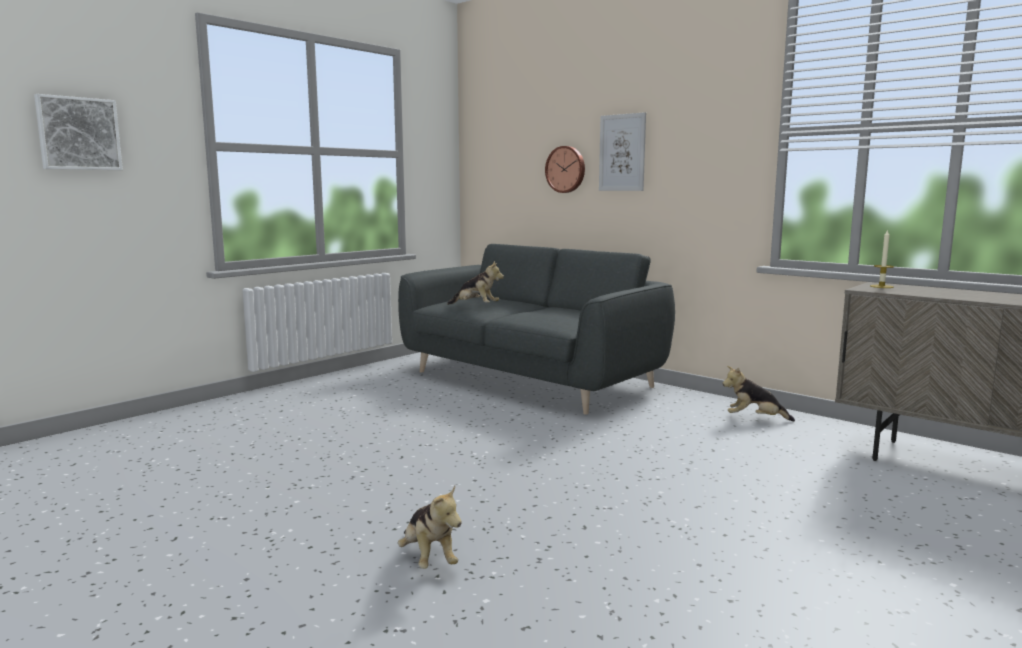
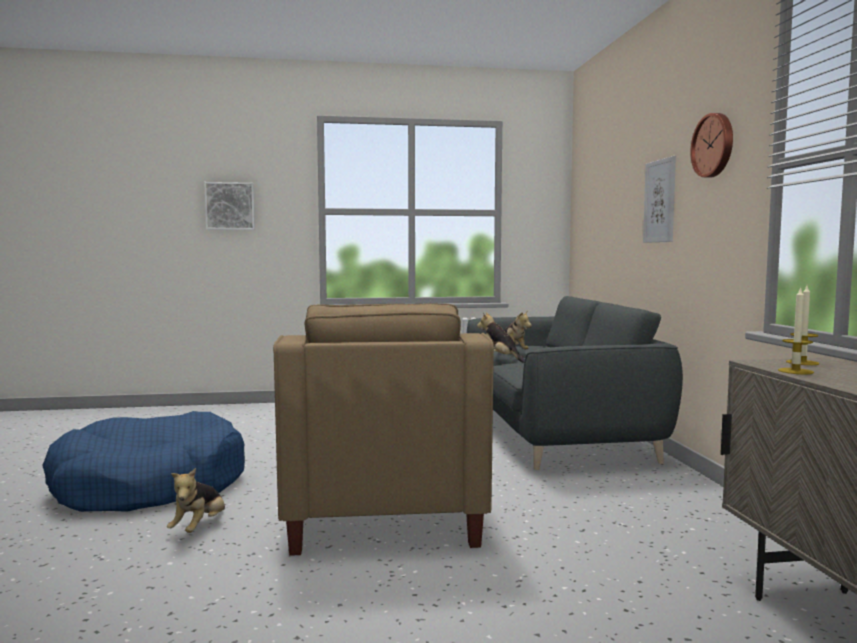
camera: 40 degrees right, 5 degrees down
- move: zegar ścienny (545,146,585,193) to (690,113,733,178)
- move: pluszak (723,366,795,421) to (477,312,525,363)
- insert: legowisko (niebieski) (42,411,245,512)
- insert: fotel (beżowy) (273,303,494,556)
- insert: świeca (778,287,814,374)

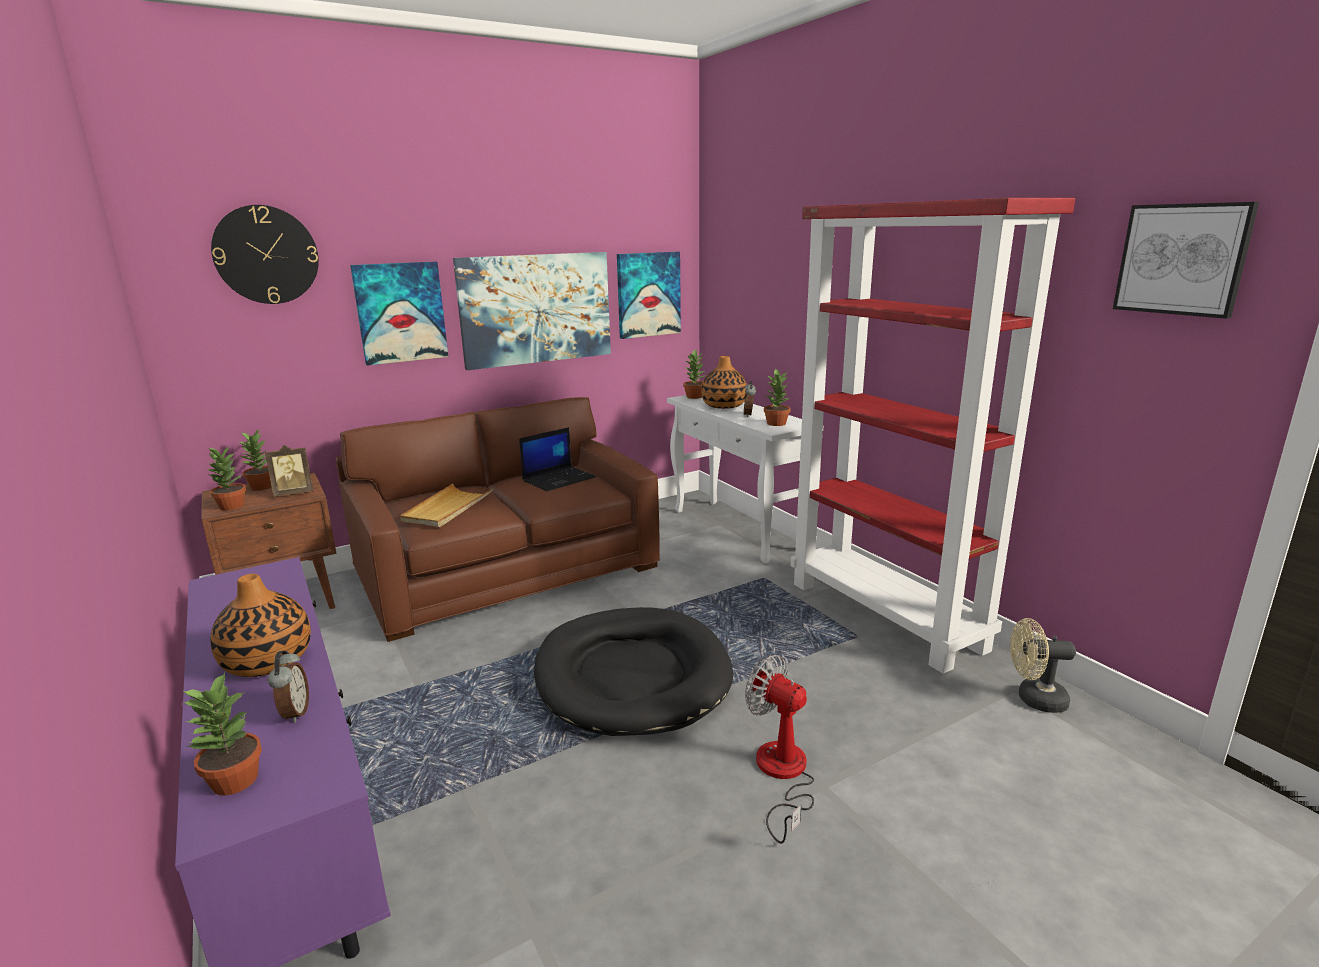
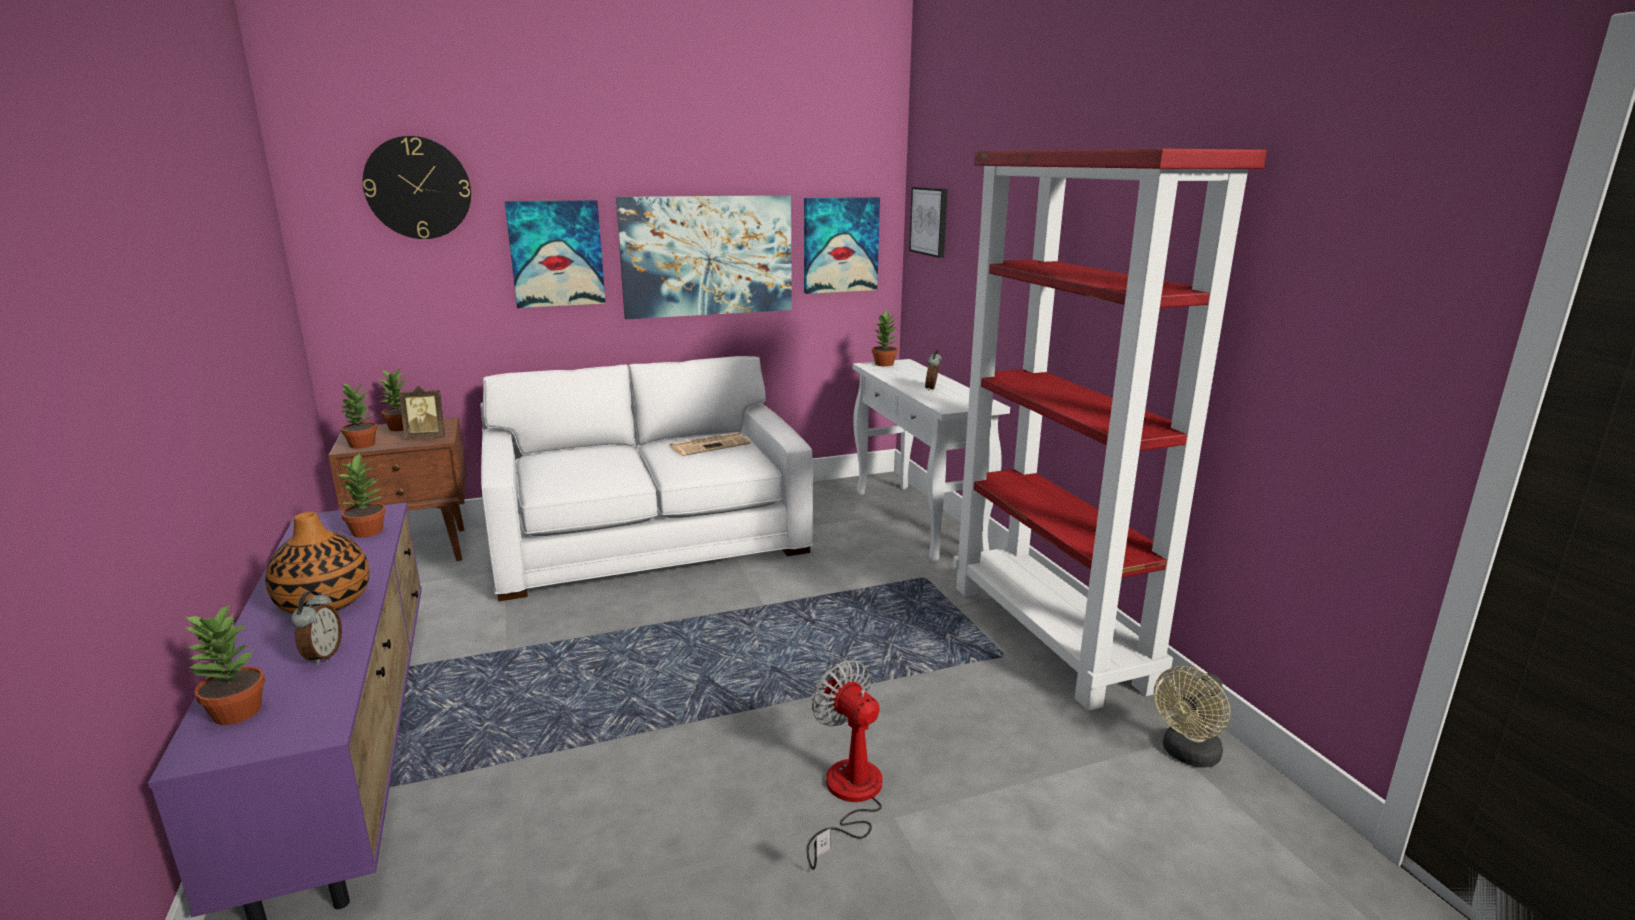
camera: 10 degrees right, 0 degrees up
- recolor: kanapa (brązowy) (336,397,660,642) to kanapa (biały) (480,356,813,601)
- delete: taca (beżowy) (400,484,493,527)
- replace: laptop (519,427,596,491) to gazeta (669,432,751,456)
- delete: legowisko (czarny) (534,607,733,736)
- delete: wazon (701,356,747,409)
- move: roślina doniczkowa (764,369,791,426) to (337,453,386,538)
- rotate: wentylator (beżowy) (1010,618,1076,713) = (1154,666,1230,768) 60 degrees counterclockwise
- move: obraz (1113,202,1259,319) to (909,187,948,258)

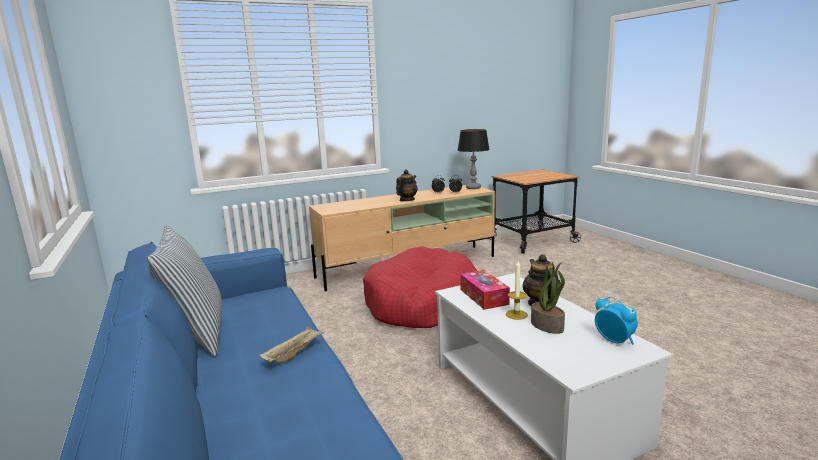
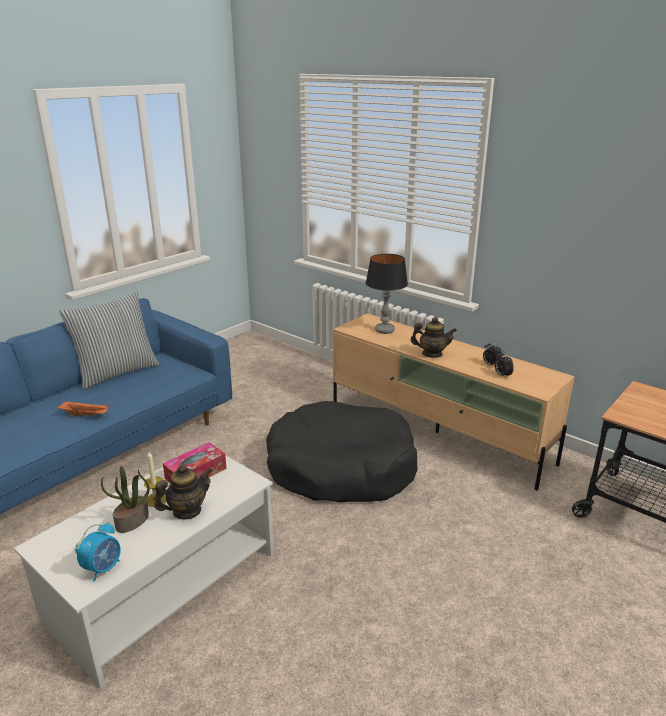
camera: 65 degrees right, 10 degrees up
- recolor: taca (beżowy) (260,327,325,363) to taca (pomarańczowy) (58,401,109,417)
- recolor: legowisko (czerwony) (363,246,477,328) to legowisko (czarny) (266,401,418,502)
- move: lampa stołowa (458,129,490,189) to (366,254,408,334)

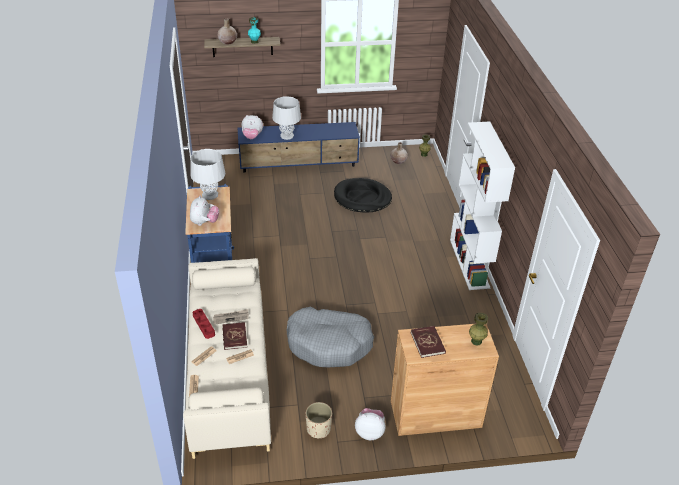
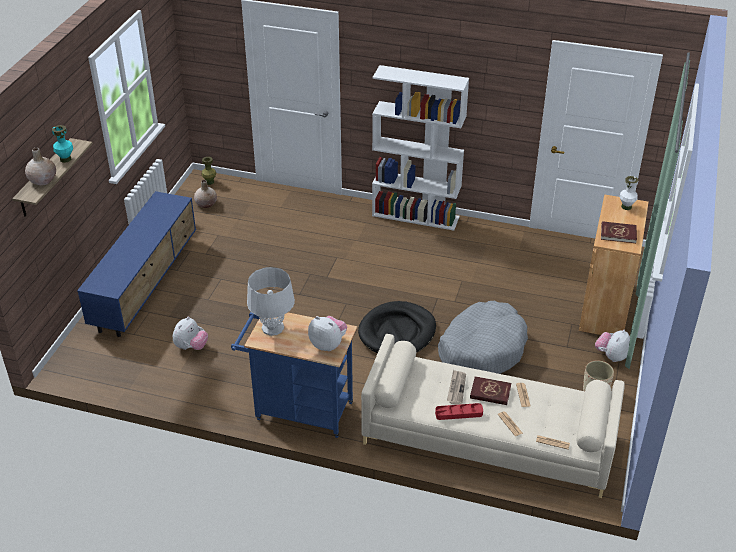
camera: 65 degrees left, 0 degrees up
- move: pluszak (242,115,263,139) to (173,317,208,350)
- delete: lampa stołowa (szary) (272,96,301,140)
- move: legowisko (czarny) (334,178,392,213) to (358,301,436,353)
- recolor: wazon (zielony) (469,312,488,346) to wazon (biały) (620,176,638,210)

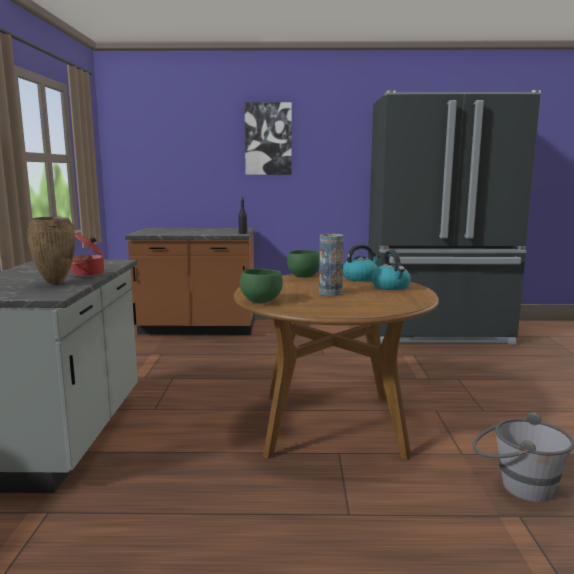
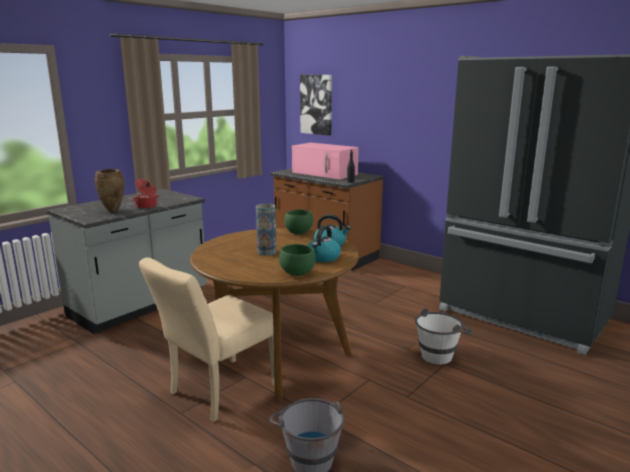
camera: 40 degrees right, 5 degrees up
- move: miska (zielony) (240,269,283,303) to (279,244,316,276)
- move: obraz (244,102,292,175) to (300,75,332,135)
- insert: krzesło (beżowy) (139,257,275,422)
- insert: mikrofalówka (różowy) (292,143,359,179)
- insert: wiadro (biały) (415,308,473,365)

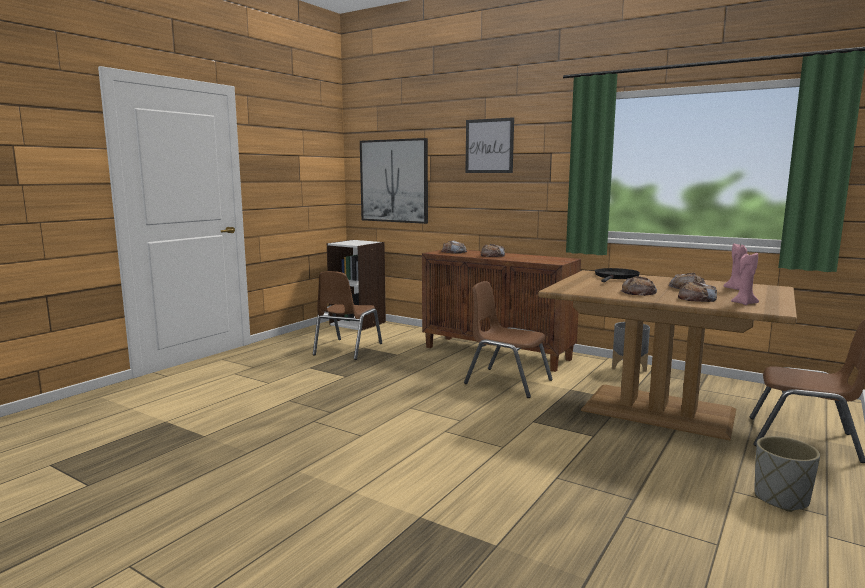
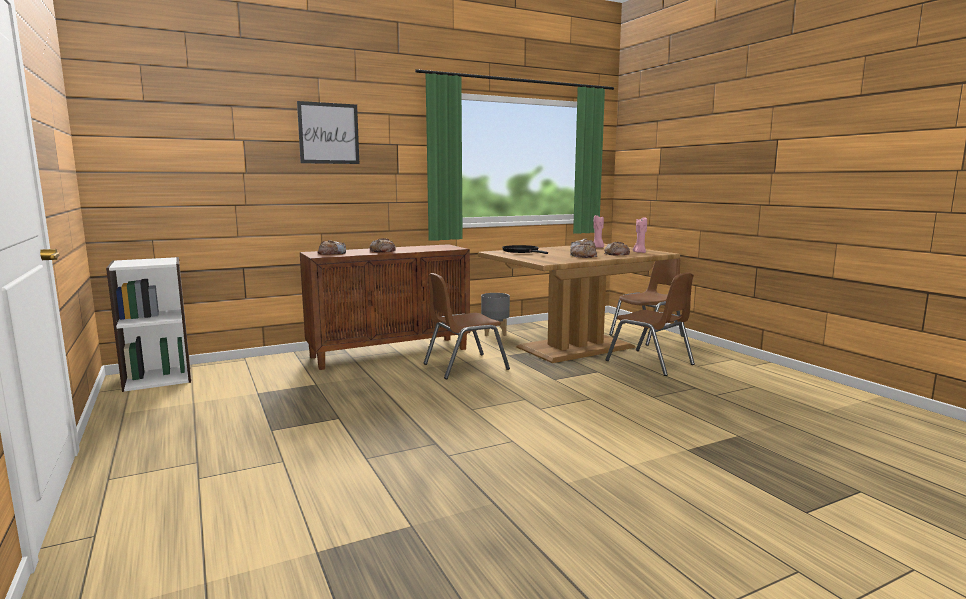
camera: 60 degrees left, 0 degrees up
- move: krzesło (brązowy) (313,271,382,360) to (605,272,695,376)
- delete: obraz (360,138,428,224)
- delete: donica (szary) (754,436,820,512)

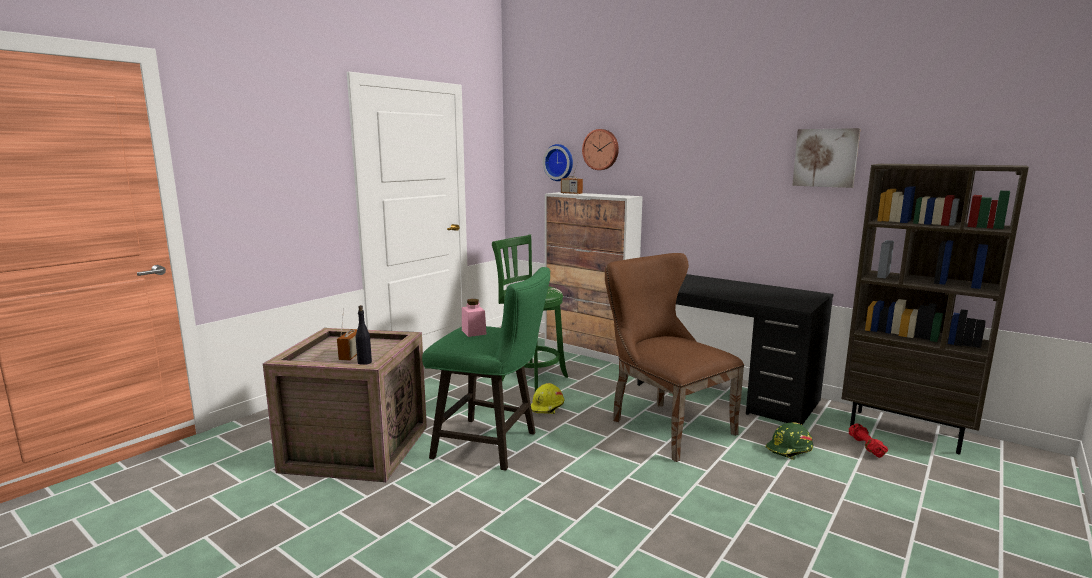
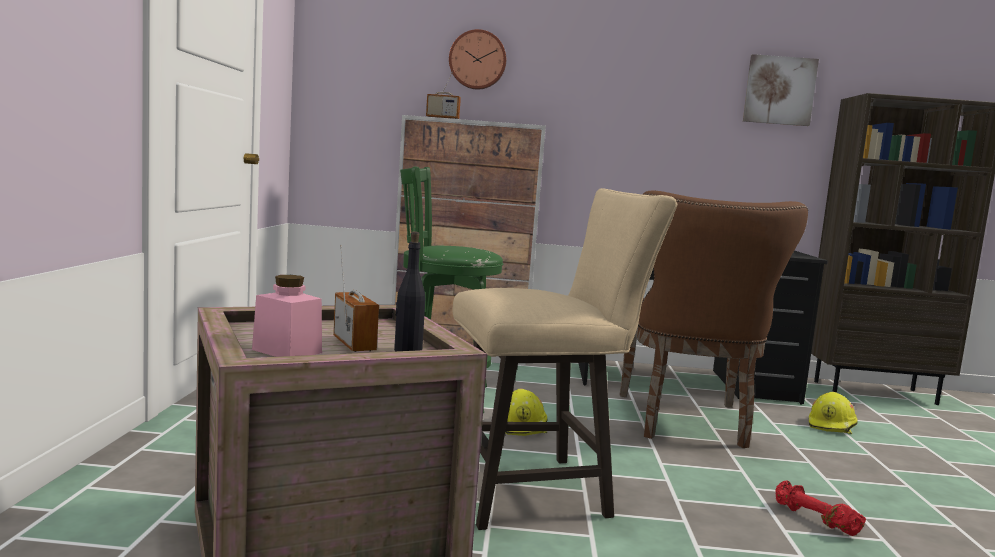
camera: 35 degrees left, 5 degrees down
- recolor: stołek (zielony) (422,267,550,470) to stołek (beżowy) (453,188,677,530)
- move: słoik (różowy) (462,299,487,337) to (252,275,322,357)
- delete: zegar ścienny (543,144,573,181)
- rotate: krzesło (brązowy) (605,253,744,462) = (619,191,808,448) 105 degrees counterclockwise
- recolor: kask (zielony) (765,422,813,460) to kask (żółty) (809,392,858,434)
- move: hantel (czerwony) (849,424,888,458) to (775,481,866,536)

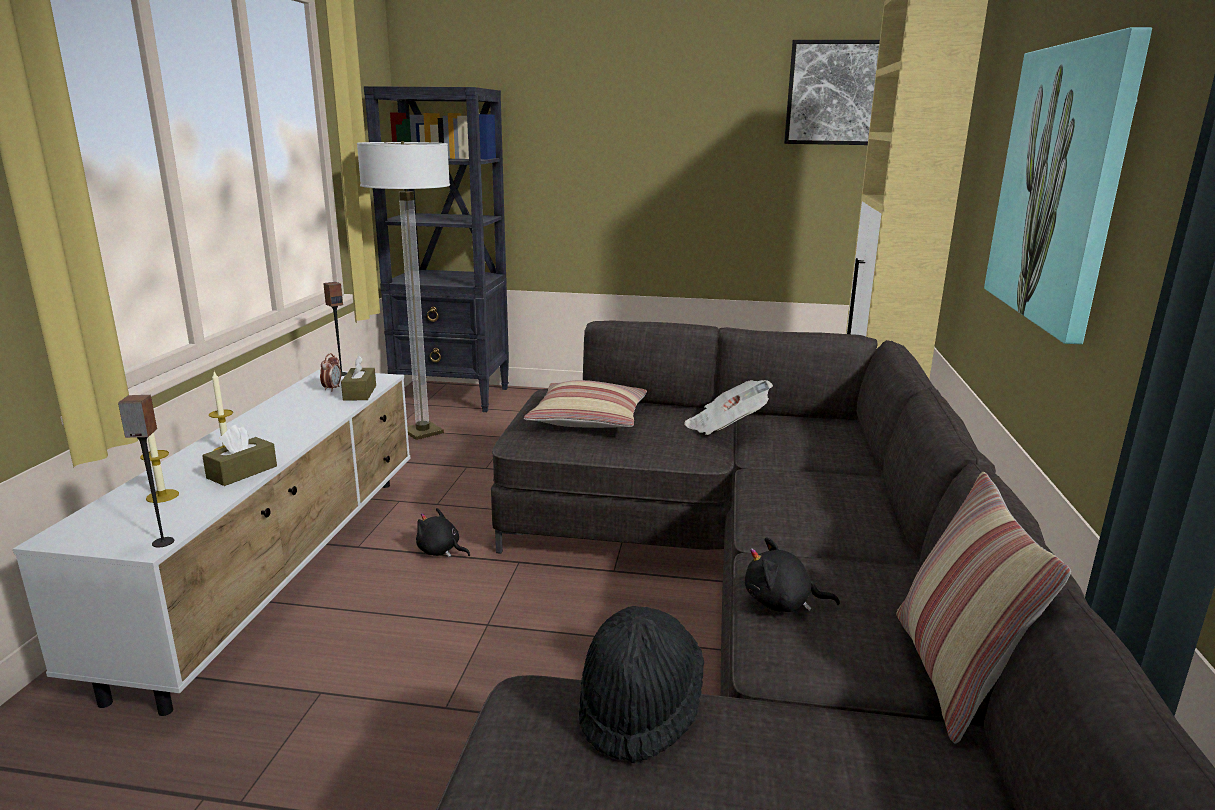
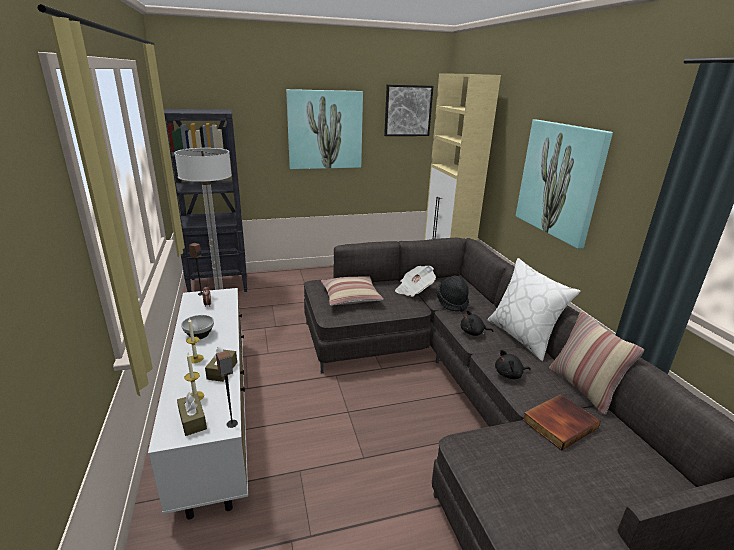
camera: 25 degrees left, 5 degrees up
- move: pudełko chusteczek (brązowy) (341,356,376,401) to (177,392,207,436)
- move: pluszak (czarny) (416,508,470,557) to (461,310,494,336)
- move: kapelusz (czarny) (579,606,704,763) to (436,276,469,312)
- insert: miska (181,315,214,339)
- insert: obraz (286,89,363,169)
- insert: poduszka (biały) (487,258,580,361)
- insert: książka (522,394,600,451)

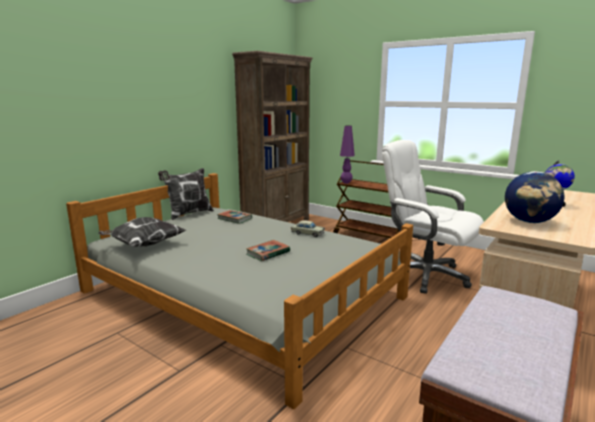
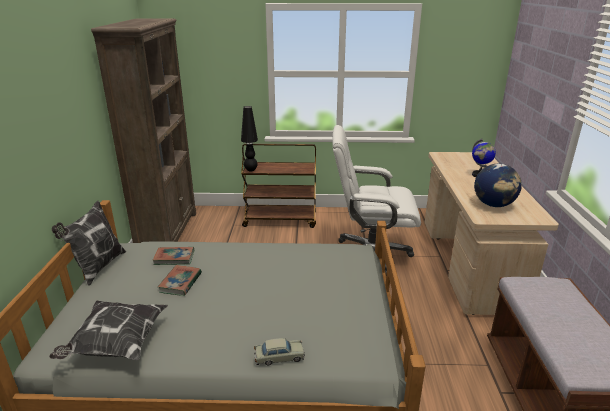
camera: 35 degrees left, 10 degrees up
- move: książka (246,240,290,261) to (158,265,202,296)
- move: samochodzik (beżowy) (291,221,325,237) to (254,338,305,365)
- recolor: lampa stołowa (fioletowy) (340,126,355,184) to lampa stołowa (czarny) (241,106,258,172)

